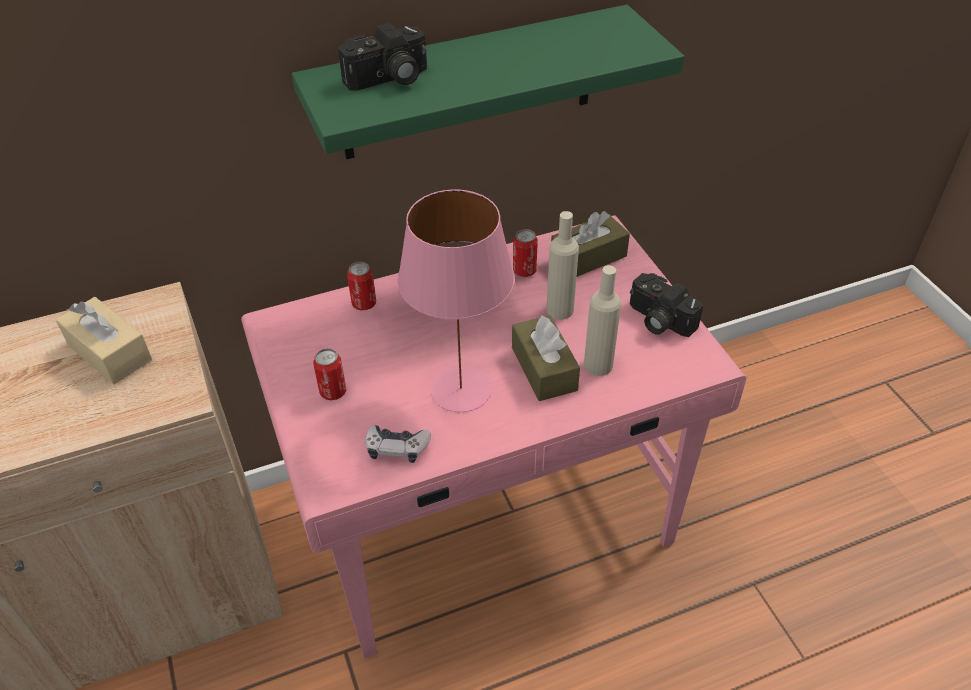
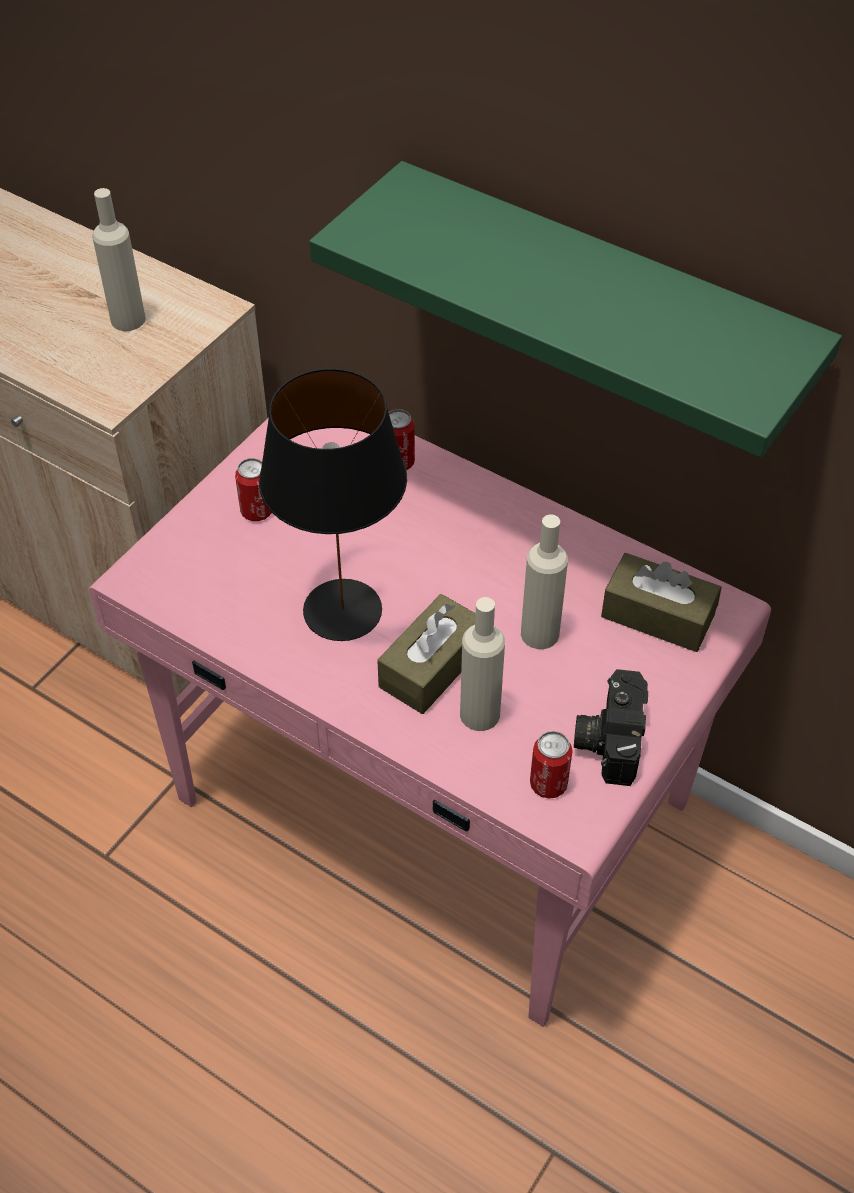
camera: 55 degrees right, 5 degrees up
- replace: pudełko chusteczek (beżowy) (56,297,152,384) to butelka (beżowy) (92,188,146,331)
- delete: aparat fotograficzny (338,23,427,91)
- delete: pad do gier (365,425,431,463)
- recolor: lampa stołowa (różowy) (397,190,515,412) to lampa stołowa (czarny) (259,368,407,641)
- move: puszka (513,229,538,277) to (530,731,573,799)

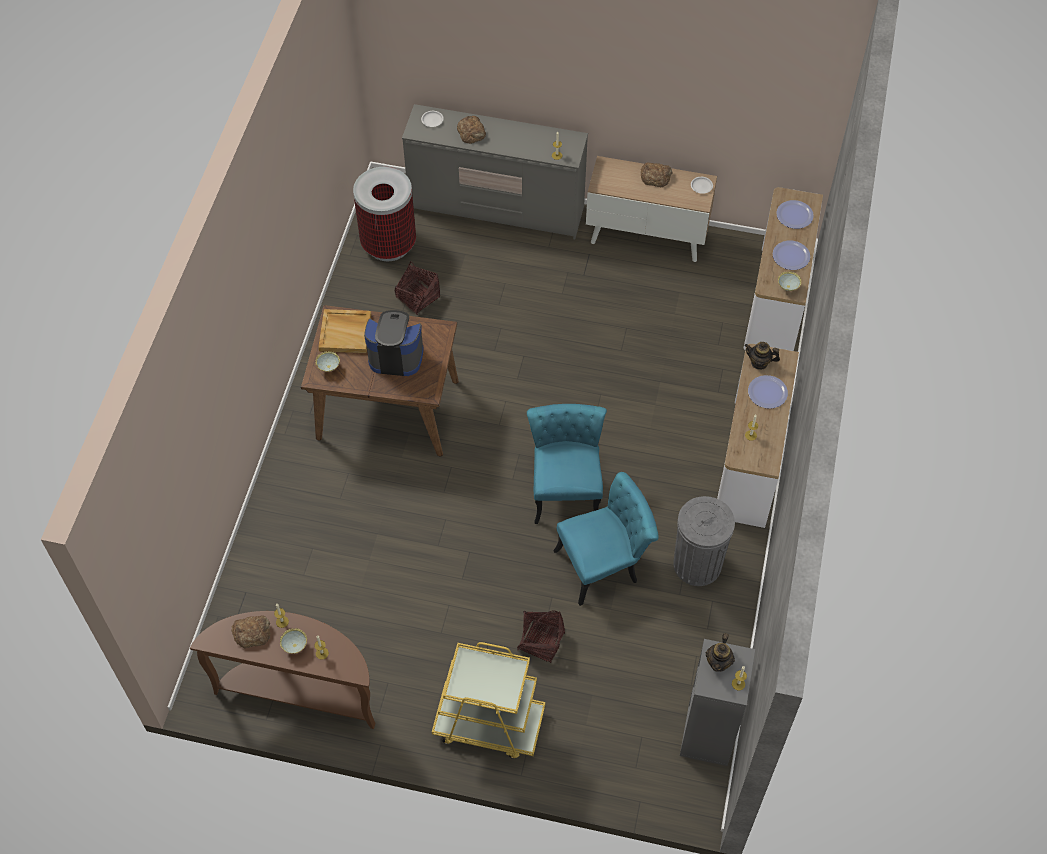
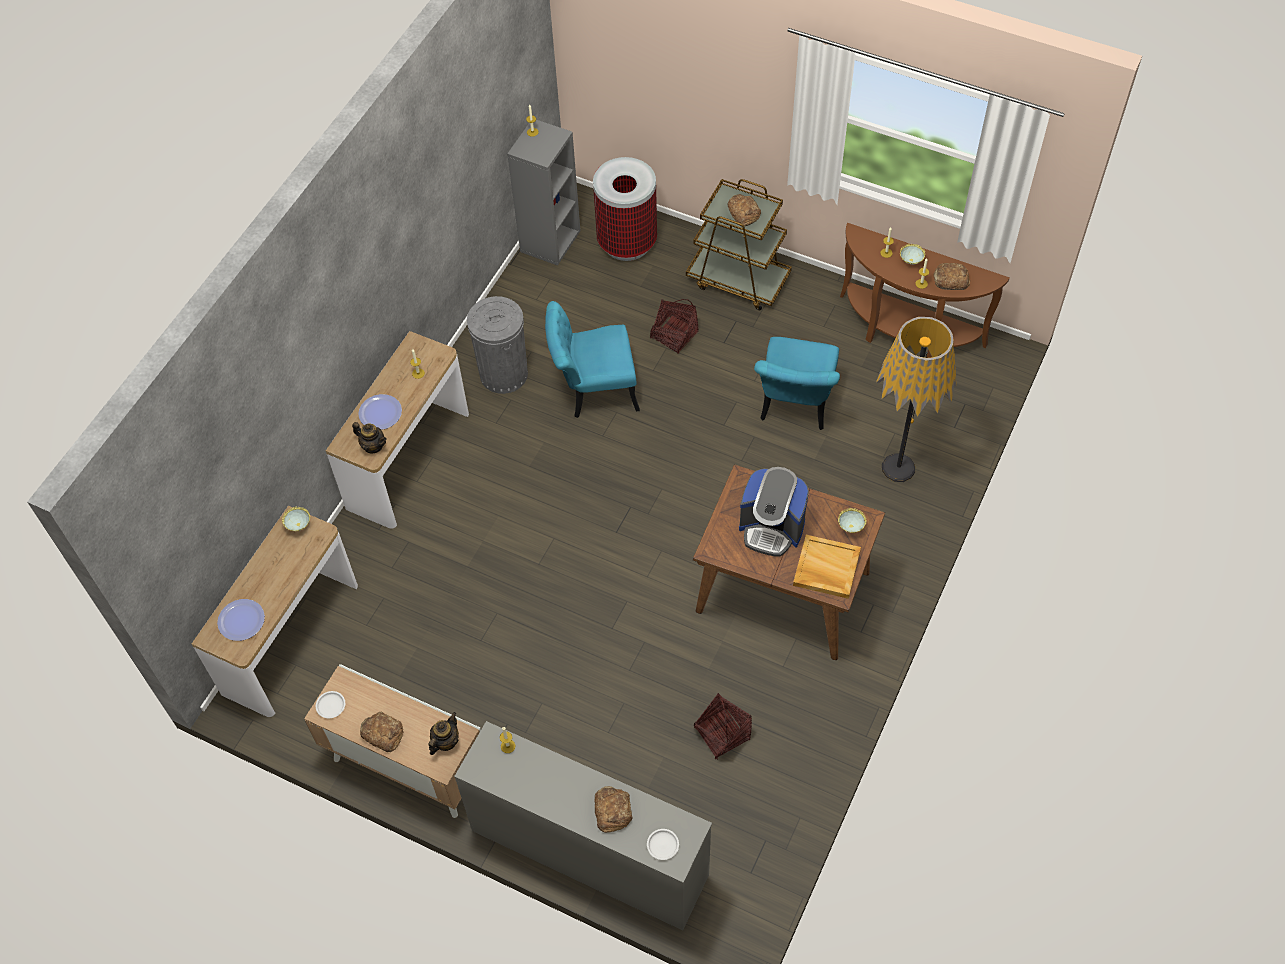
camera: 165 degrees left, 0 degrees up
- move: kosz na śmieci (353,167,416,261) to (593,157,657,261)
- recolor: wózek (żółty) (432,642,545,759) to wózek (brązowy) (686,179,792,310)
- move: krzesło (turkusowy) (527,404,607,524) to (754,337,840,430)
- move: imbryk (706,633,735,672) to (429,712,459,755)
- delete: talerz (773,241,810,270)
- insert: chleb (728,194,761,226)
- insert: lampa stojąca (876,317,957,482)

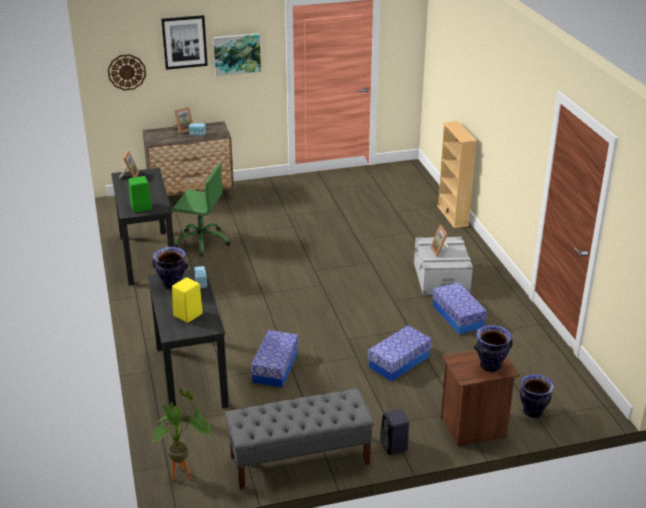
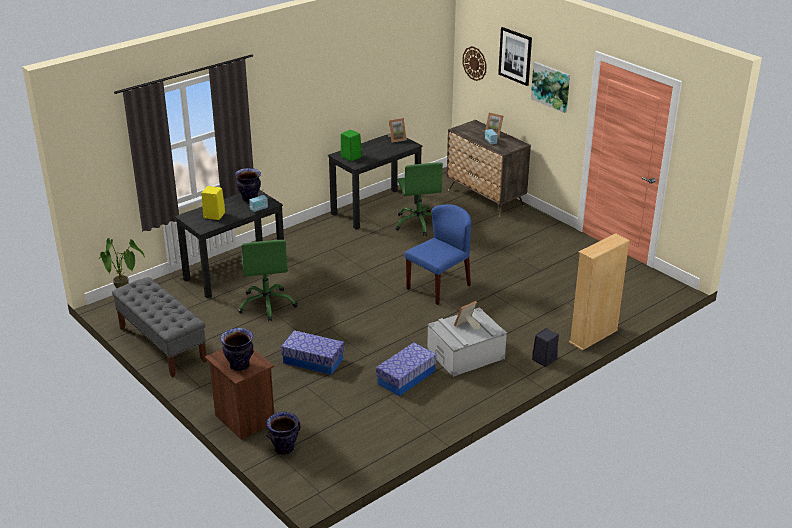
camera: 65 degrees right, 0 degrees up
- replace: pojemnik do przechowywania (251,330,299,387) to krzesło biurowe (zielony) (238,240,298,321)
- move: głośnik (czarny) (380,409,409,455) to (532,328,559,367)
- insert: krzesło (niebieski) (405,204,471,305)

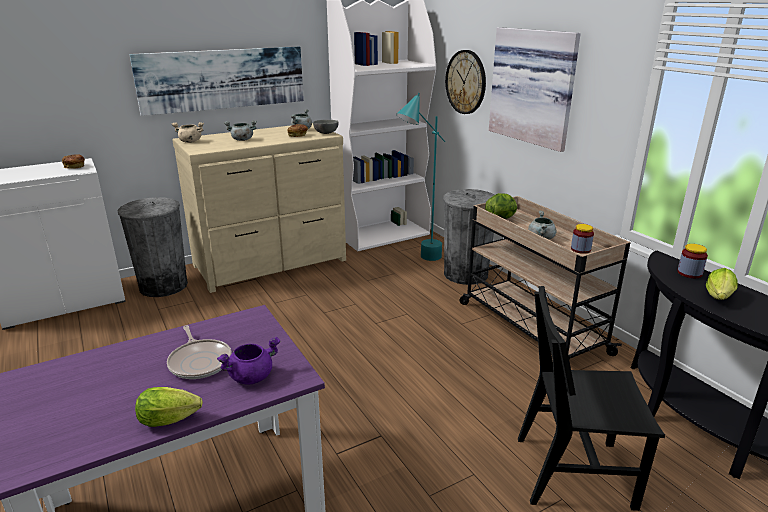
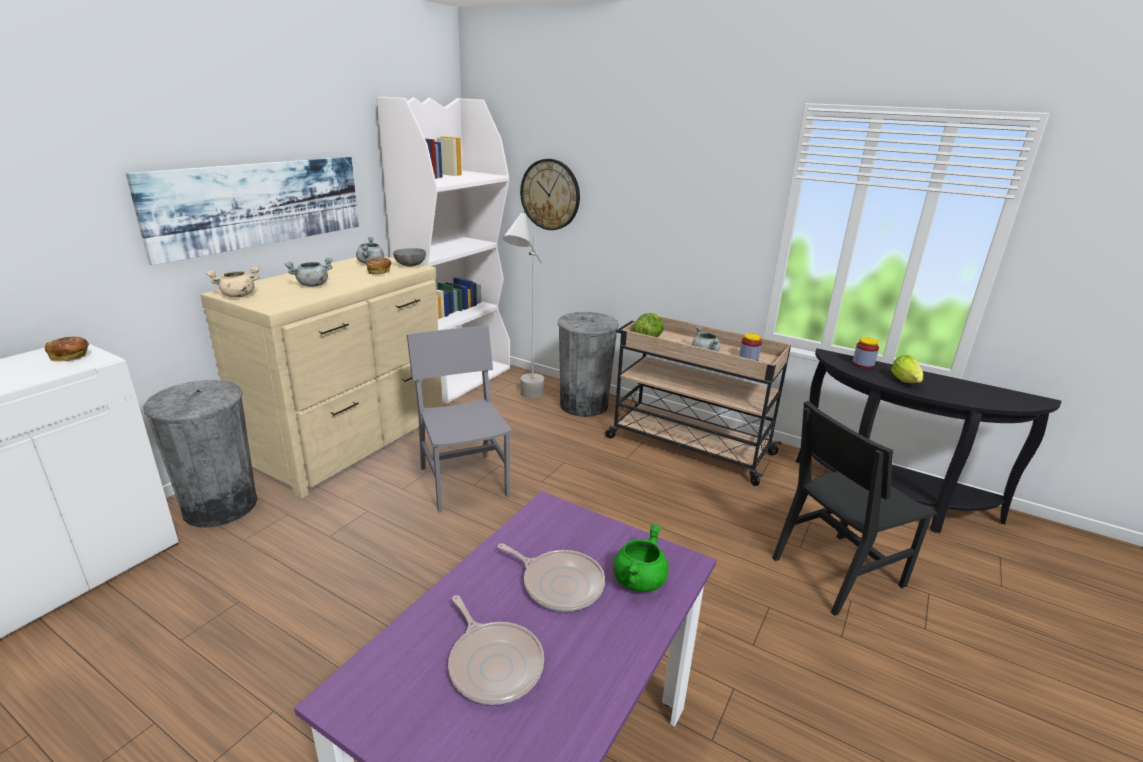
camera: 30 degrees left, 0 degrees up
- delete: sałata (135,387,203,427)
- recolor: garnek (fioletowy) (217,337,280,385) to garnek (zielony) (613,523,669,592)
- recolor: lampa stojąca (turkusowy) (396,93,445,261) to lampa stojąca (szary) (503,210,544,398)
- delete: obraz (489,27,581,152)
- insert: krzesło (szary) (407,325,512,513)
- insert: patelnia (448,595,544,705)

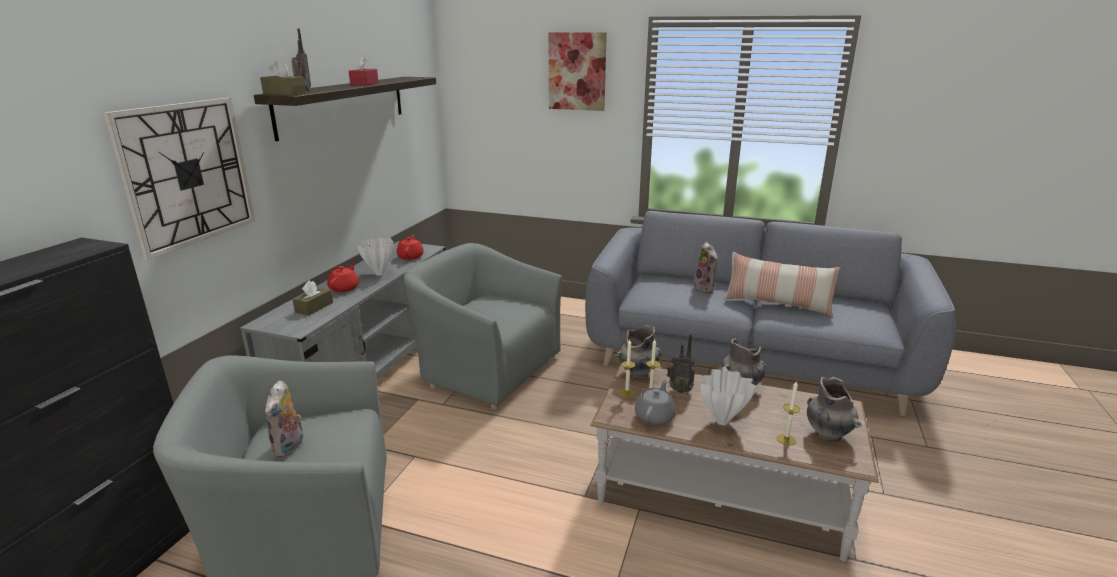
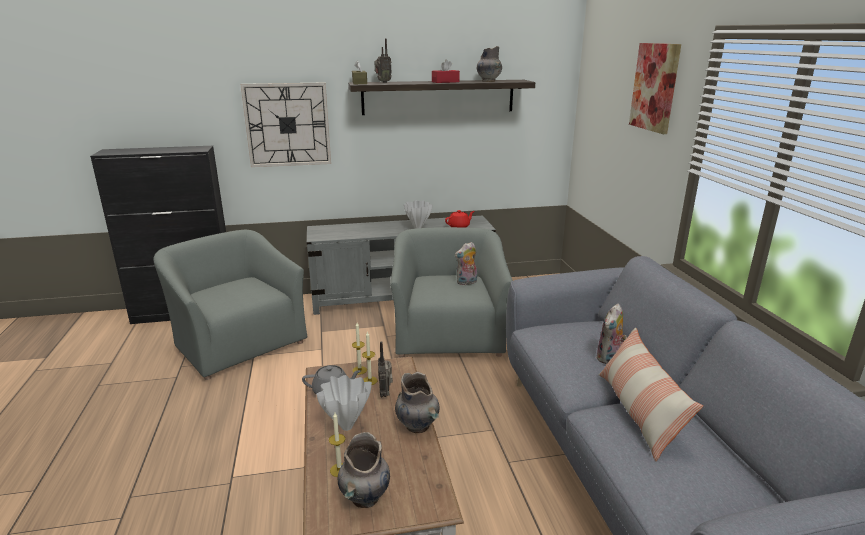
camera: 60 degrees right, 0 degrees up
- move: pluszak (264,380,303,458) to (455,242,477,285)
- delete: pudełko chusteczek (brązowy) (293,280,333,316)
- delete: imbryk (czerwony) (327,262,359,292)
- move: wazon (szary) (615,325,662,380) to (477,46,502,82)

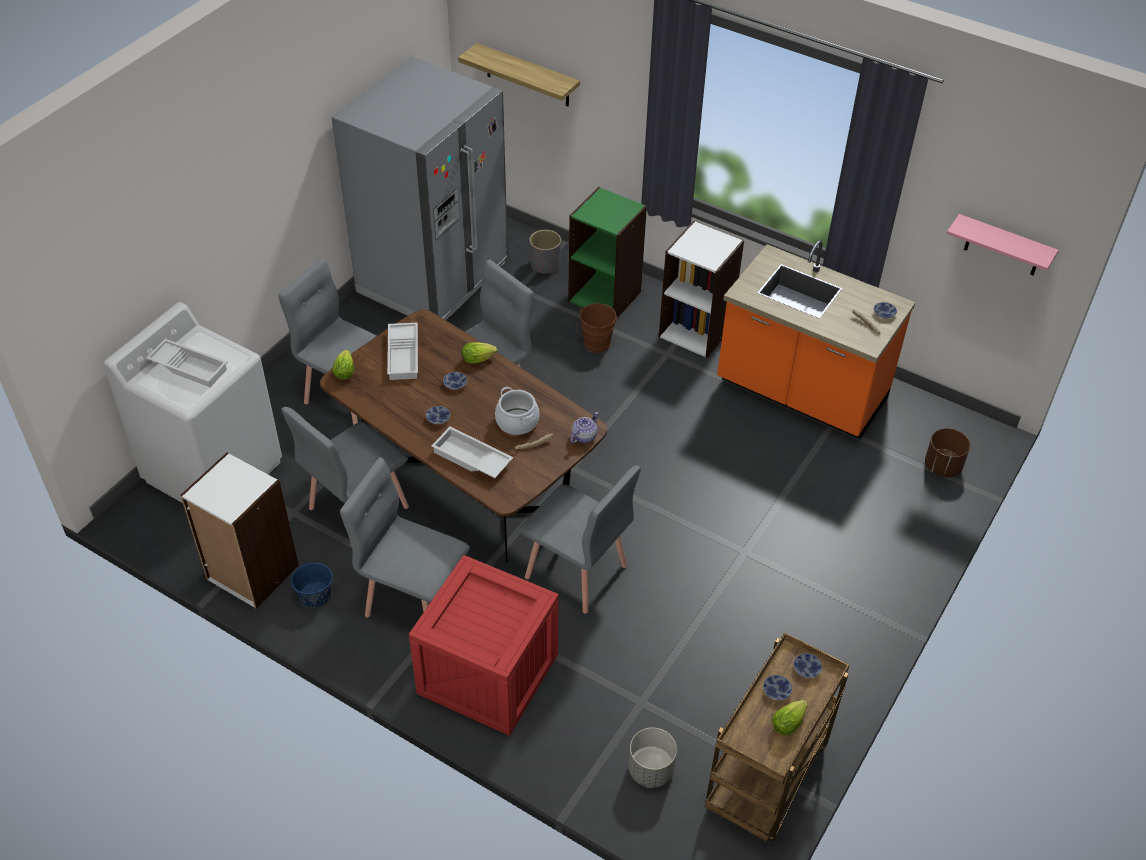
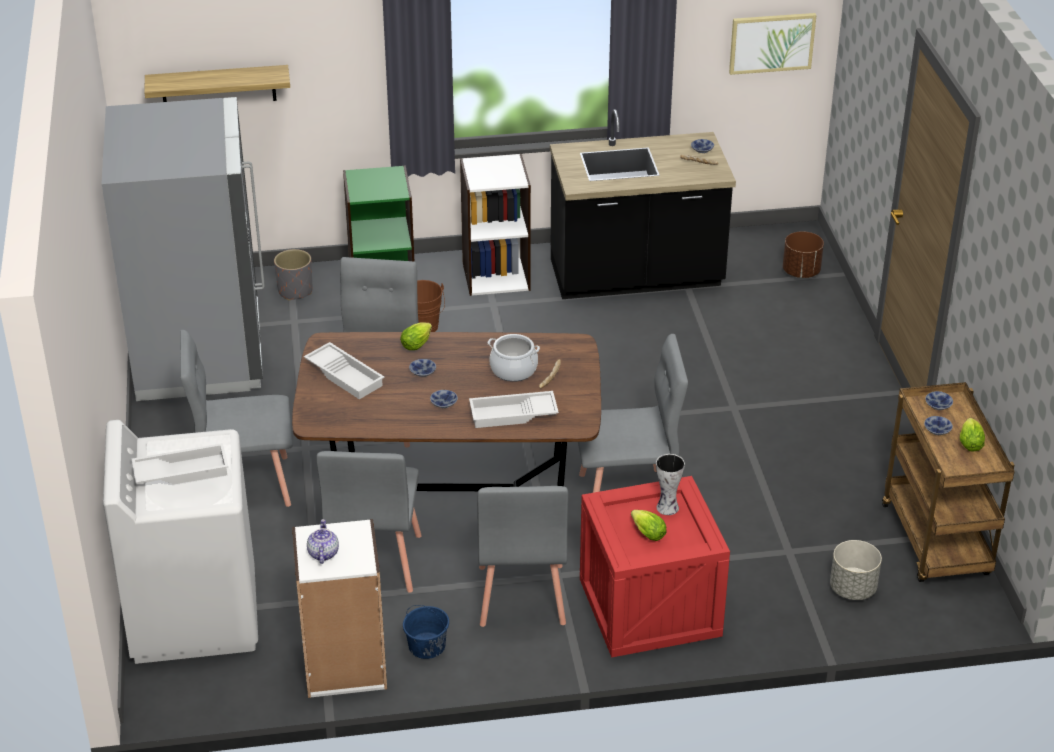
camera: 40 degrees left, 10 degrees down
- move: sałata (332,350,354,380) to (631,510,667,541)
- rotate: krzesło (szary) (340,457,470,617) = (477,486,569,627) 75 degrees counterclockwise
- move: imbryk (570,412,599,444) to (307,519,339,564)
- recolor: zabudowa kuchenna (pomarańczowy) (717,240,915,439) to zabudowa kuchenna (czarny) (550,109,736,299)
- replace: półka (różowy) (946,214,1059,275) to obraz (729,13,816,75)
- insert: wazon (656,454,685,515)

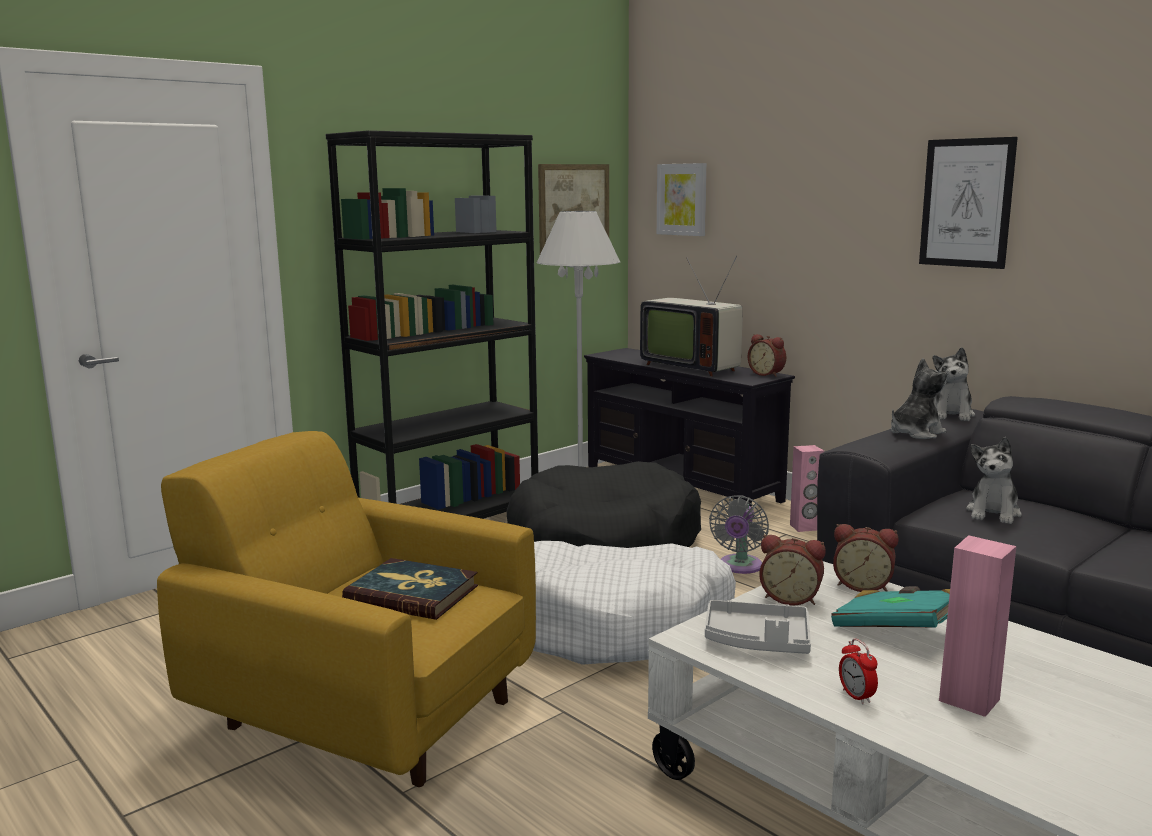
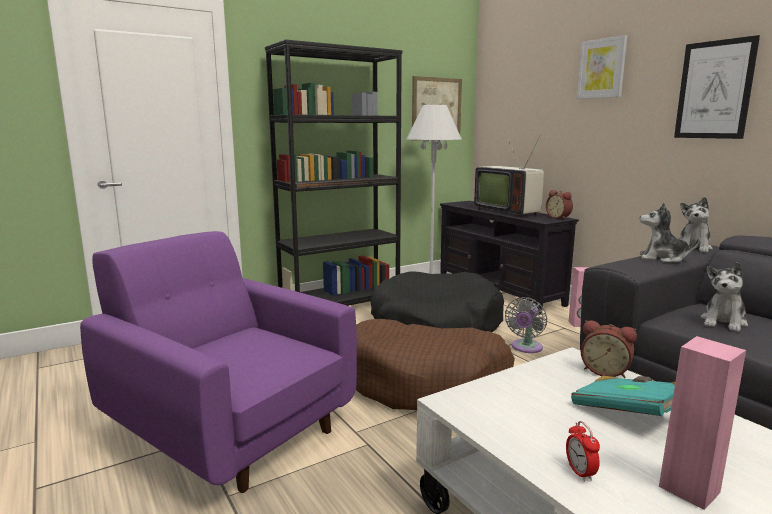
camera: 10 degrees right, 0 degrees up
- recolor: fotel (żółty) (157,431,536,787) to fotel (fioletowy) (80,231,357,493)
- delete: książka (342,558,478,620)
- recolor: legowisko (biały) (533,541,736,665) to legowisko (brązowy) (356,319,515,410)
- move: obraz (657,163,707,236) to (577,35,627,99)
- delete: taca (szary) (705,600,811,654)
- delete: budzik (759,535,825,606)
- rotate: pluszak (890,358,947,439) = (640,203,699,263) 135 degrees counterclockwise

